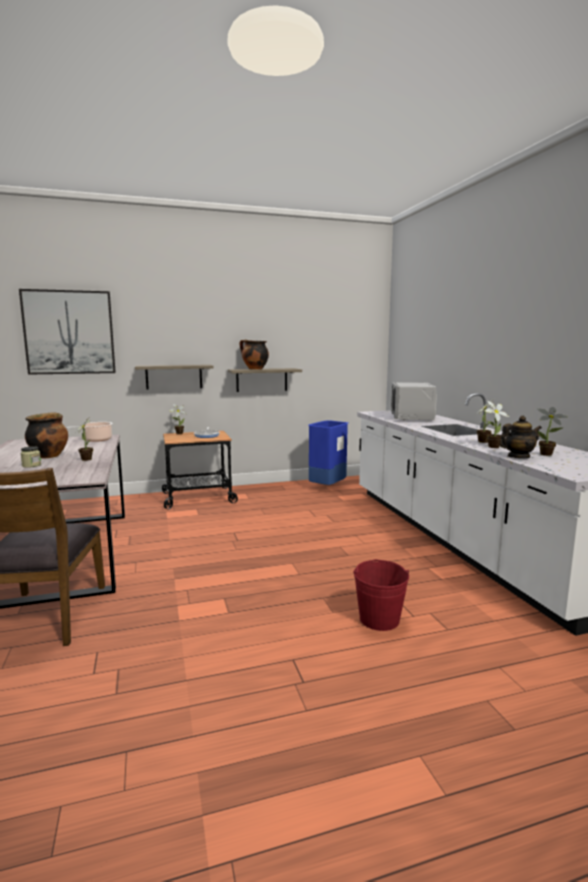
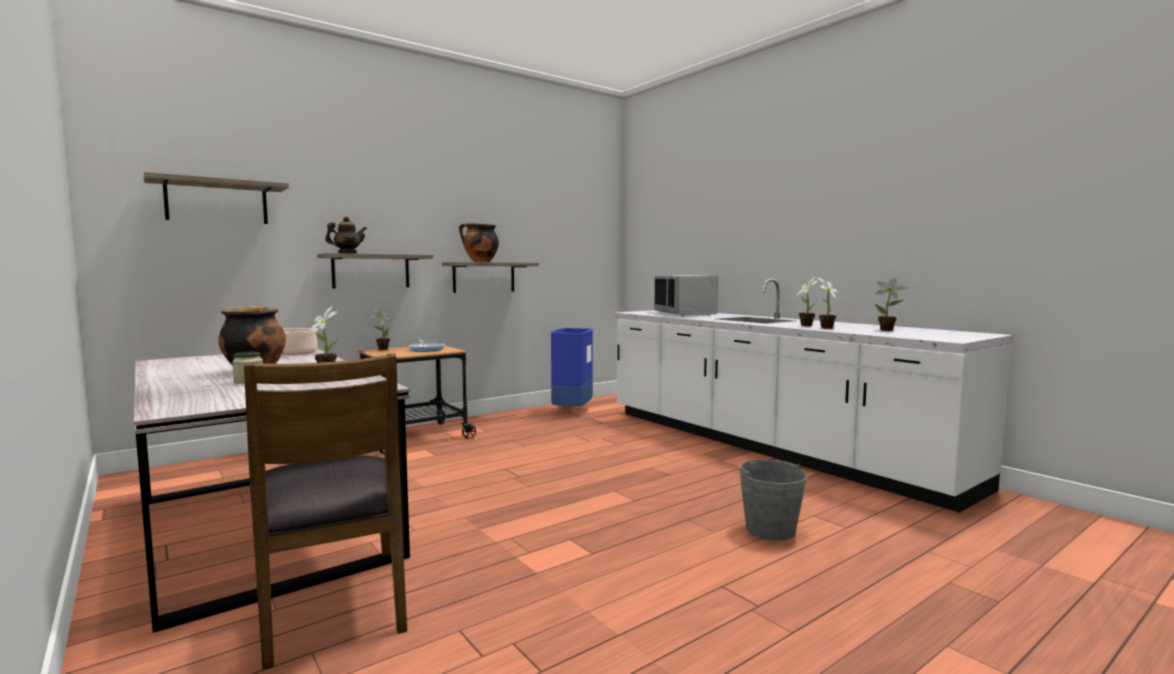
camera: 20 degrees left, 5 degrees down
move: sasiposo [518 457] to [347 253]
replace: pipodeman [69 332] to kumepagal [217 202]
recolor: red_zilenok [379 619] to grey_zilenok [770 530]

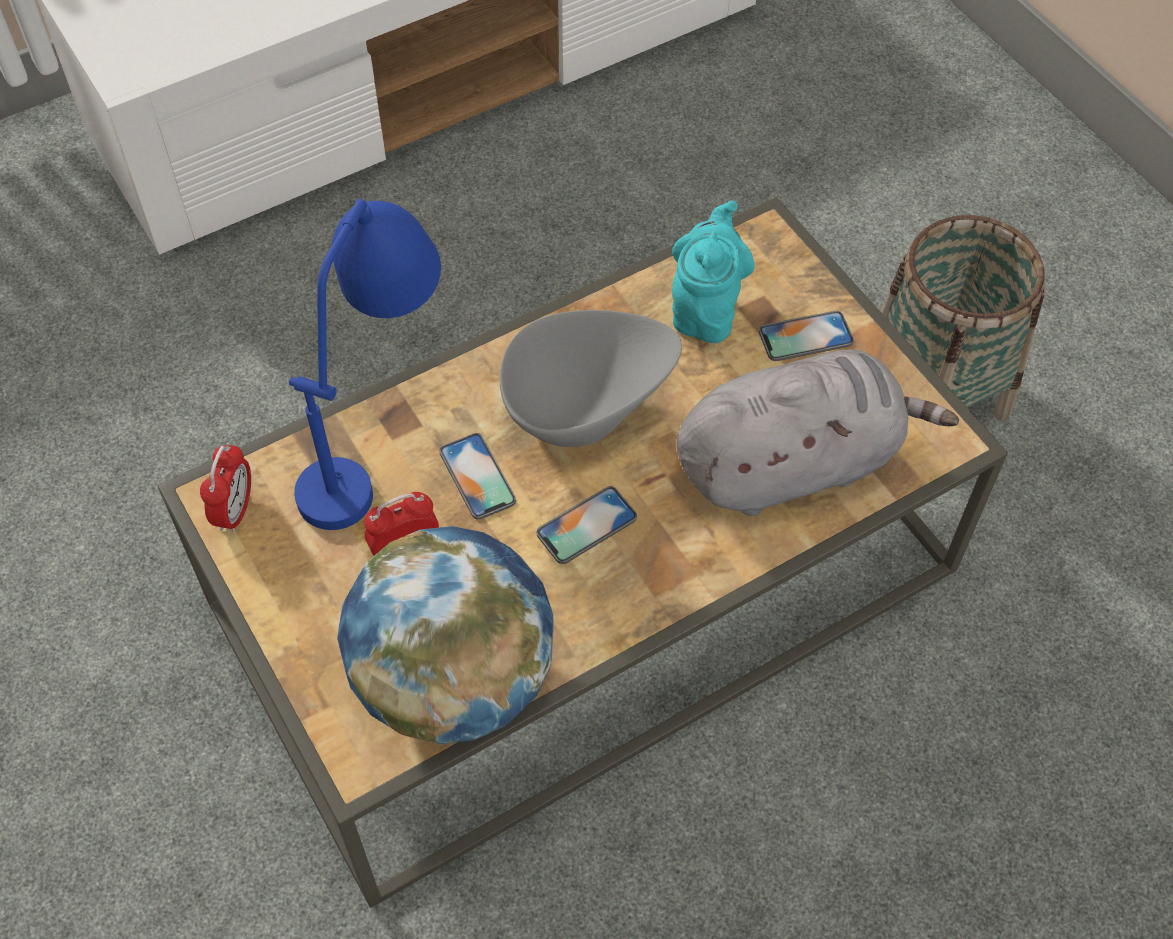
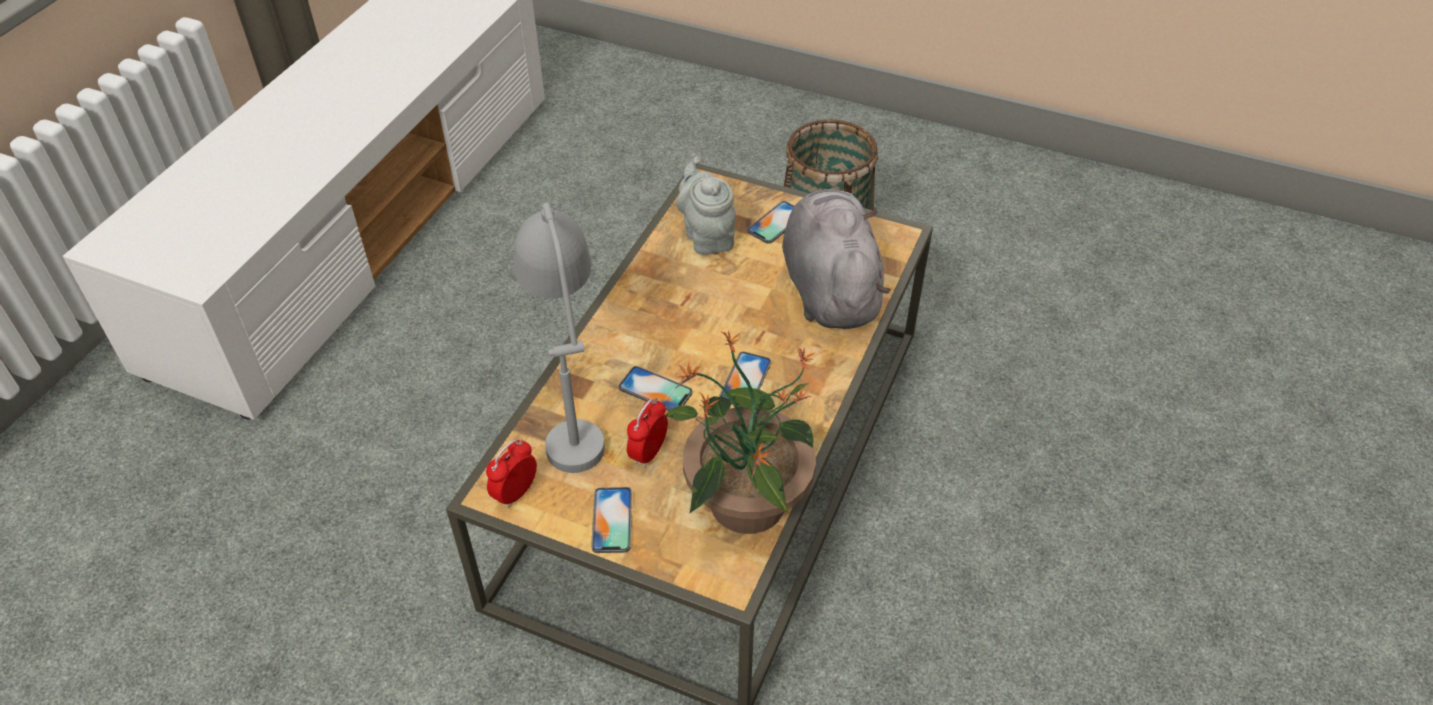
camera: 35 degrees left, 10 degrees down
delete: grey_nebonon [585 410]
insert: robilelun [612 520]
replace: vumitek [454 679] to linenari [745 504]
recolor: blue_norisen [378 434] to grey_norisen [570 400]; turquoise_sasiposo [706 309] to grey_sasiposo [707 236]
rotate: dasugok [235 511] = [516 493] 120 degrees counterclockwise; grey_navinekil [793 463] = [829 287] 45 degrees counterclockwise

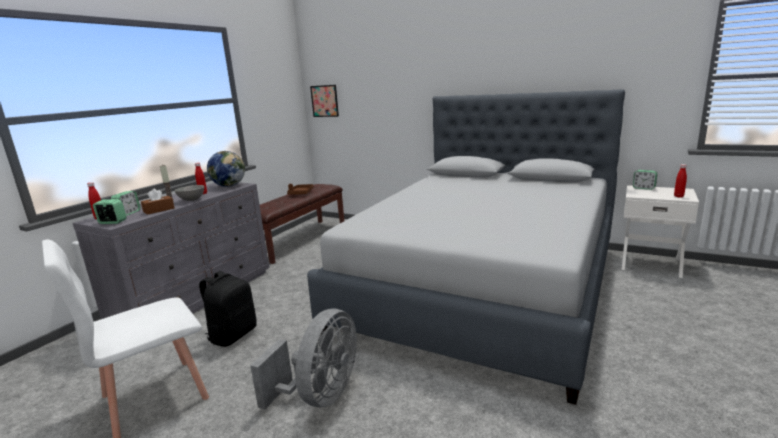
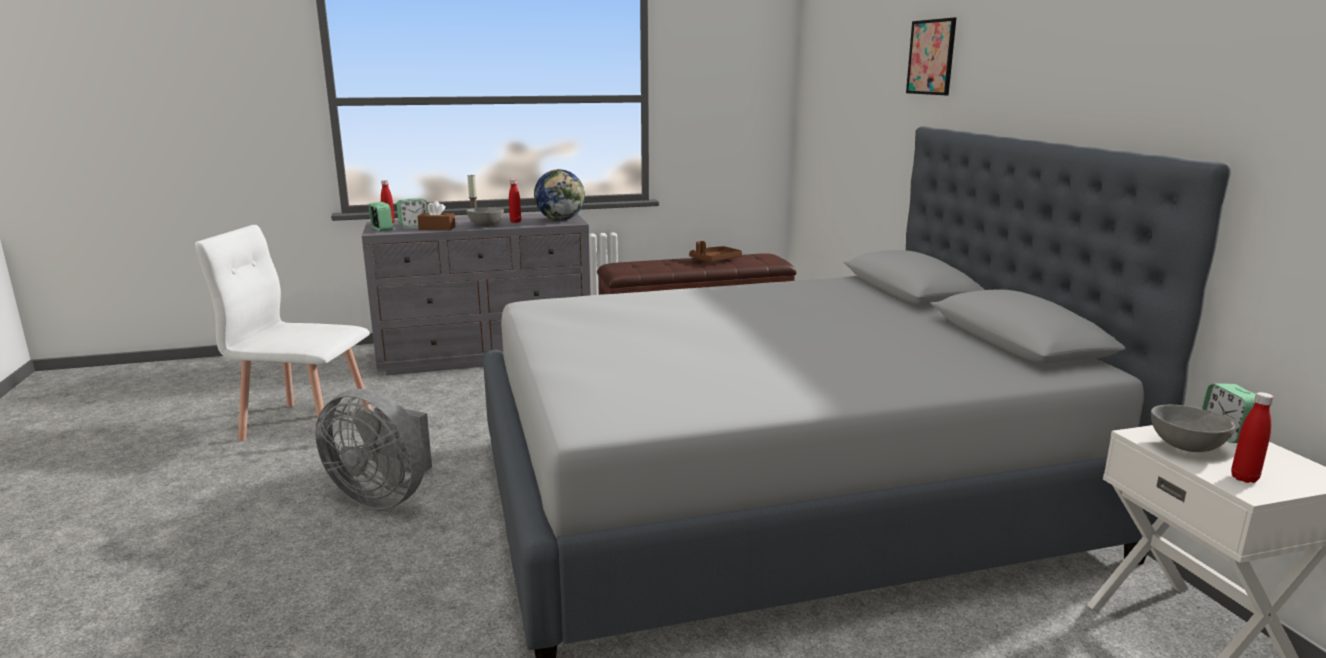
camera: 45 degrees right, 0 degrees up
delete: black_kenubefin [233 335]
insert: grey_nebonon [1185 447]
move: pipodeman [324 101] to [931 57]
rotate: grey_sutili [320 395] = [384 496] 45 degrees clockwise

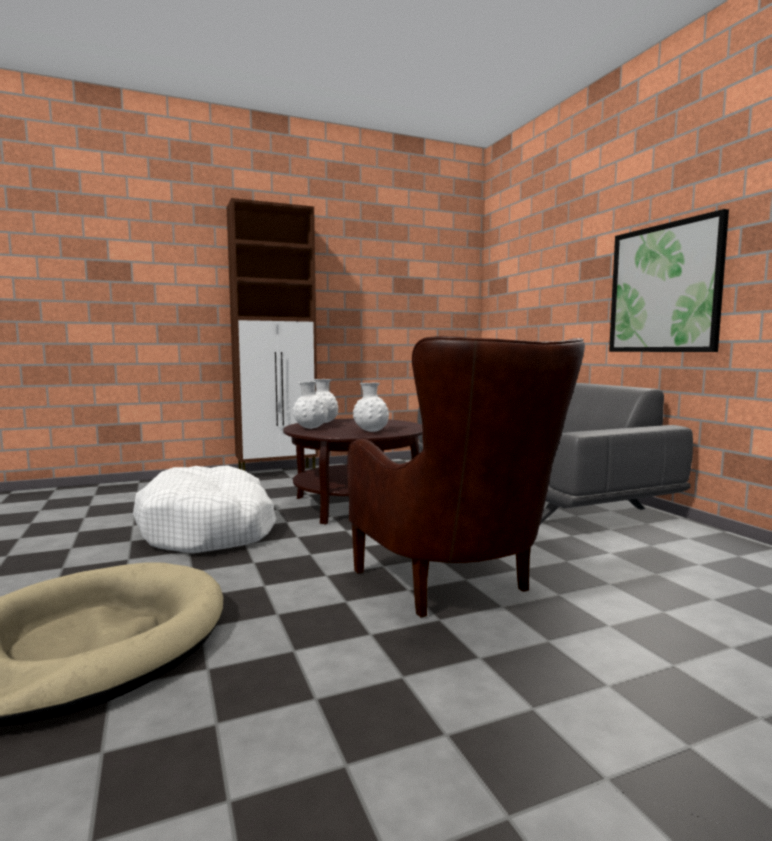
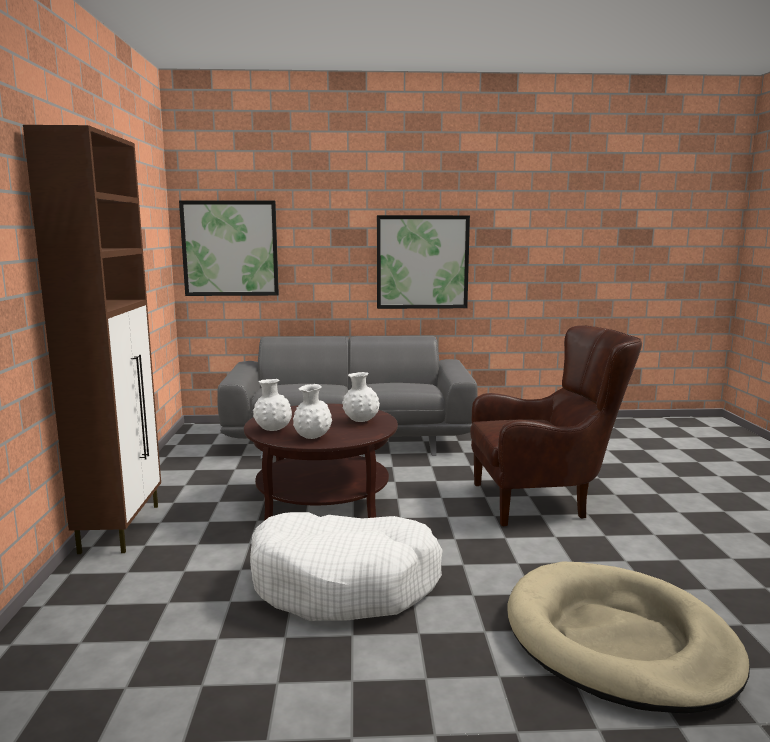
camera: 70 degrees left, 5 degrees up
insert: pipodeman [230 248]

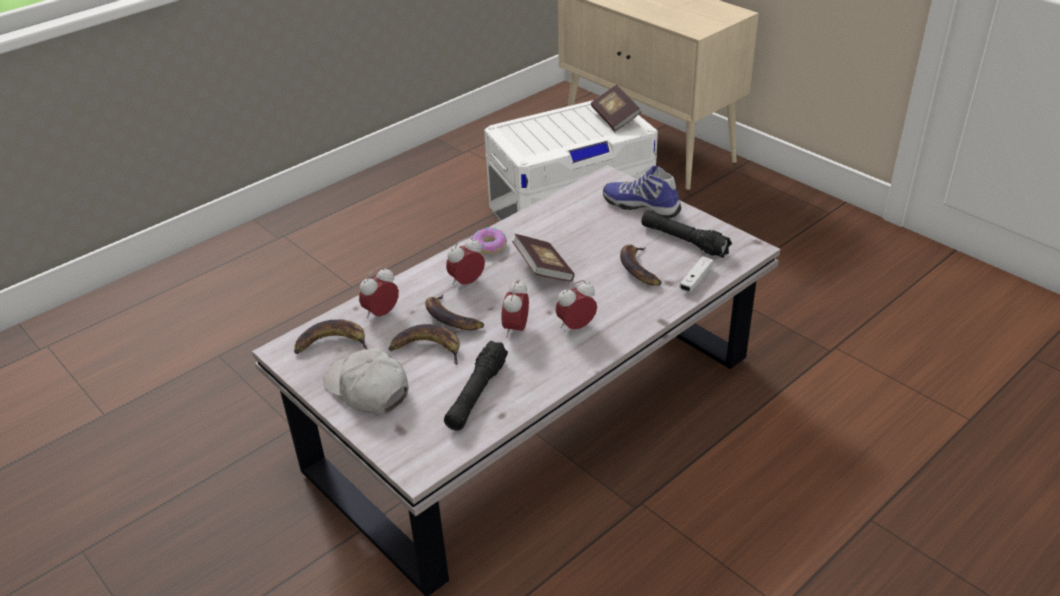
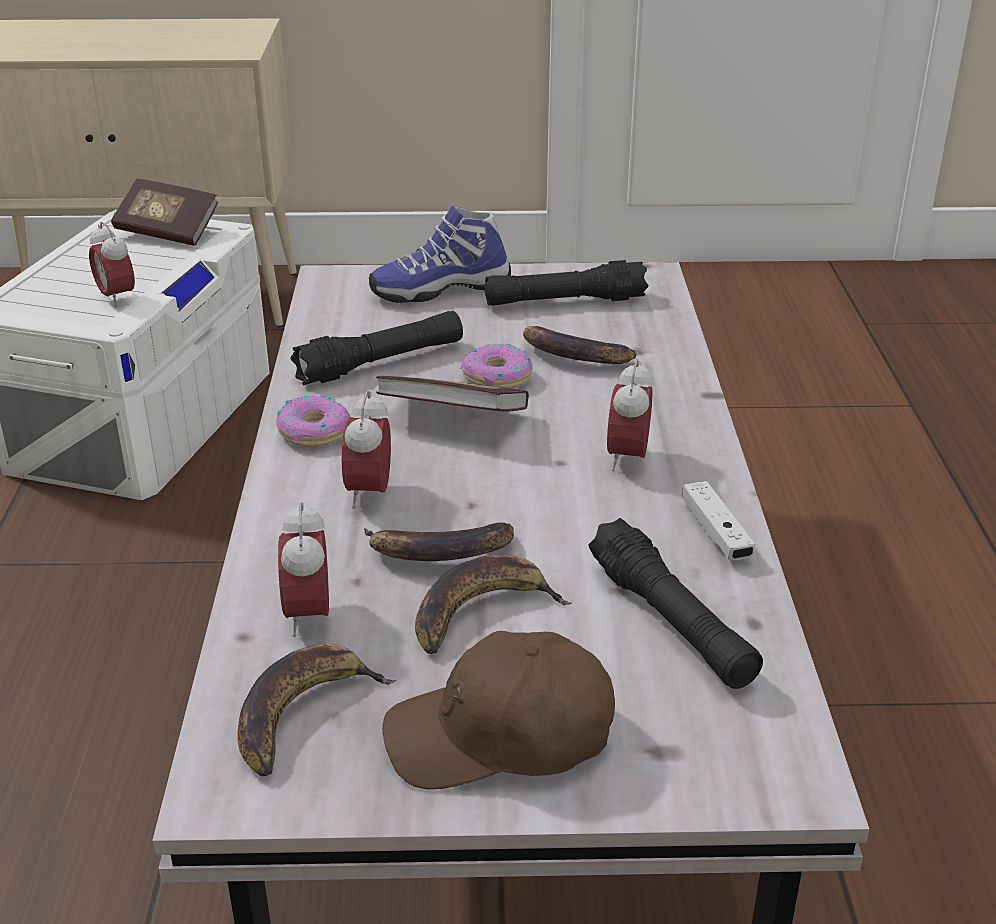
camera: 50 degrees left, 5 degrees down
insert: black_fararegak [381 363]; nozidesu [497 377]
move: dasugok [516 329] to [116 297]; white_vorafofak [696 280] to [716 533]
recolor: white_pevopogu [367 390] to brown_pevopogu [501 736]

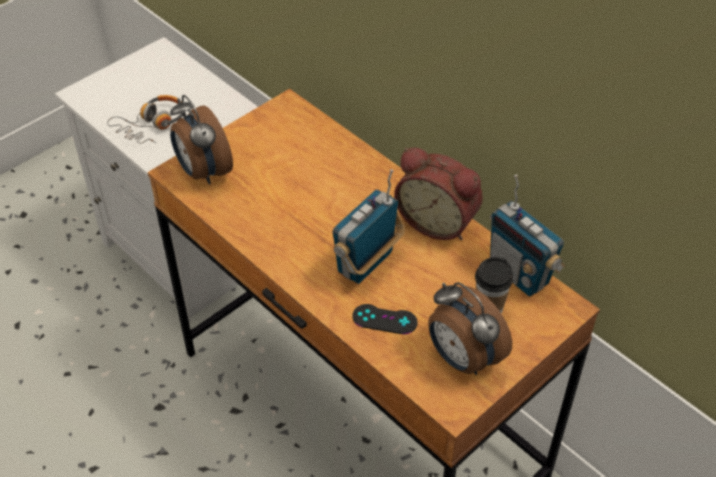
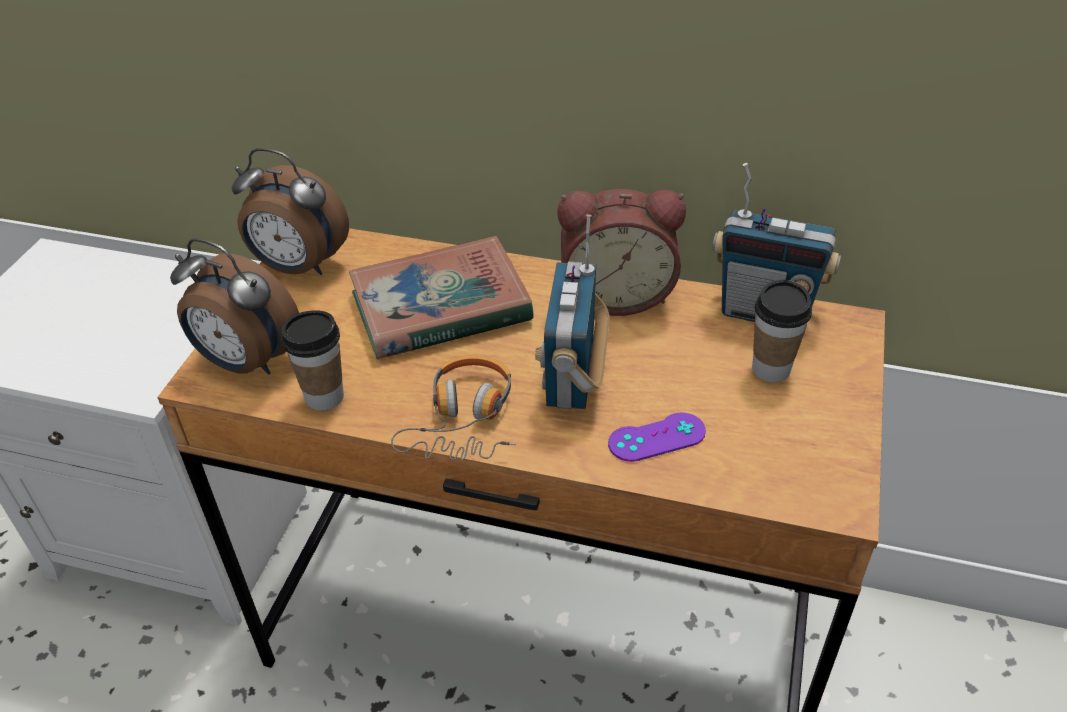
camera: 30 degrees left, 5 degrees down
insert: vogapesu [324 397]; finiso [441 307]
move: dasugok [462 358] to [298 267]; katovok [152 125] to [464 419]
recolor: black_vorafofak [384 319] to purple_vorafofak [656 437]

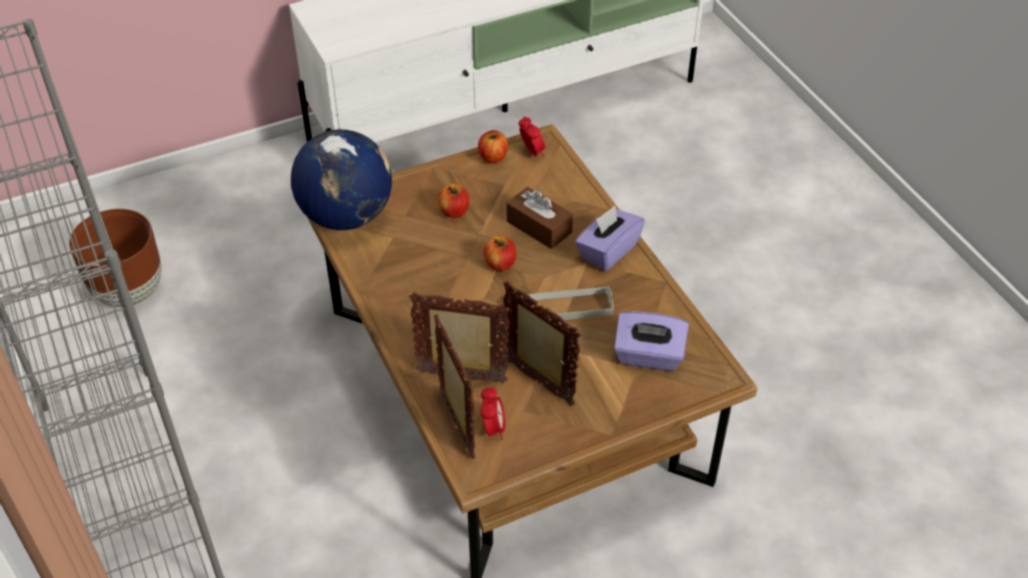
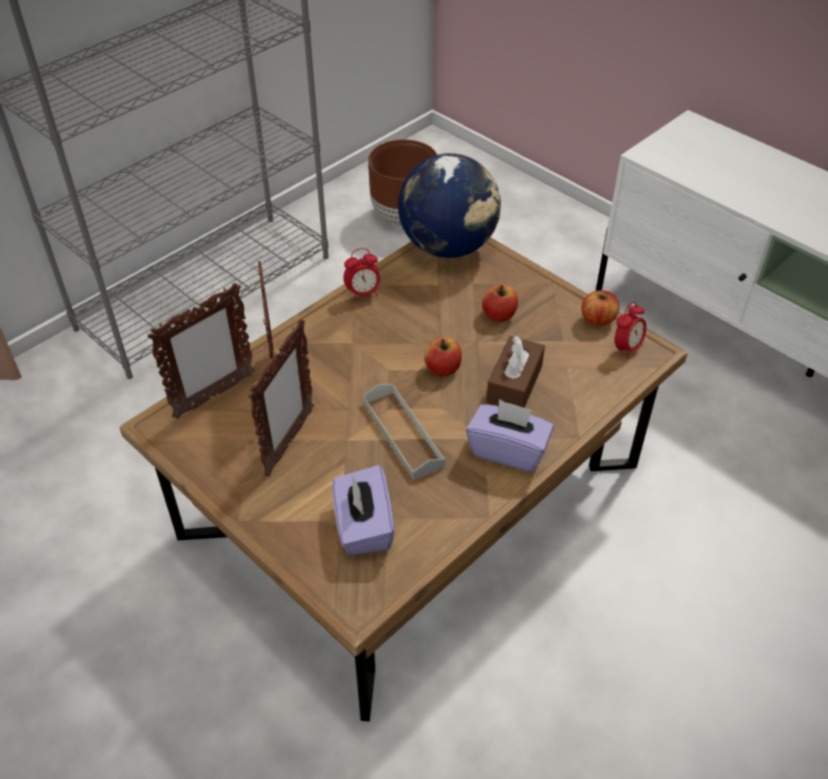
camera: 70 degrees right, 0 degrees up
move: dasugok [493 428] to [363 293]

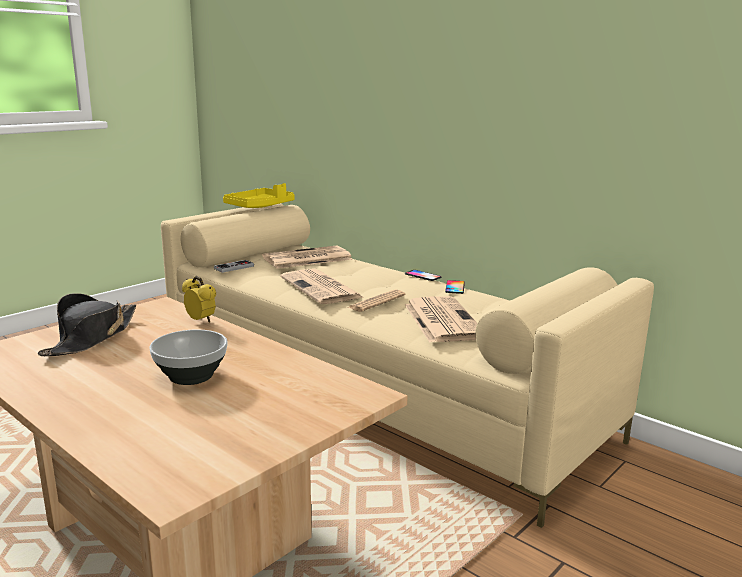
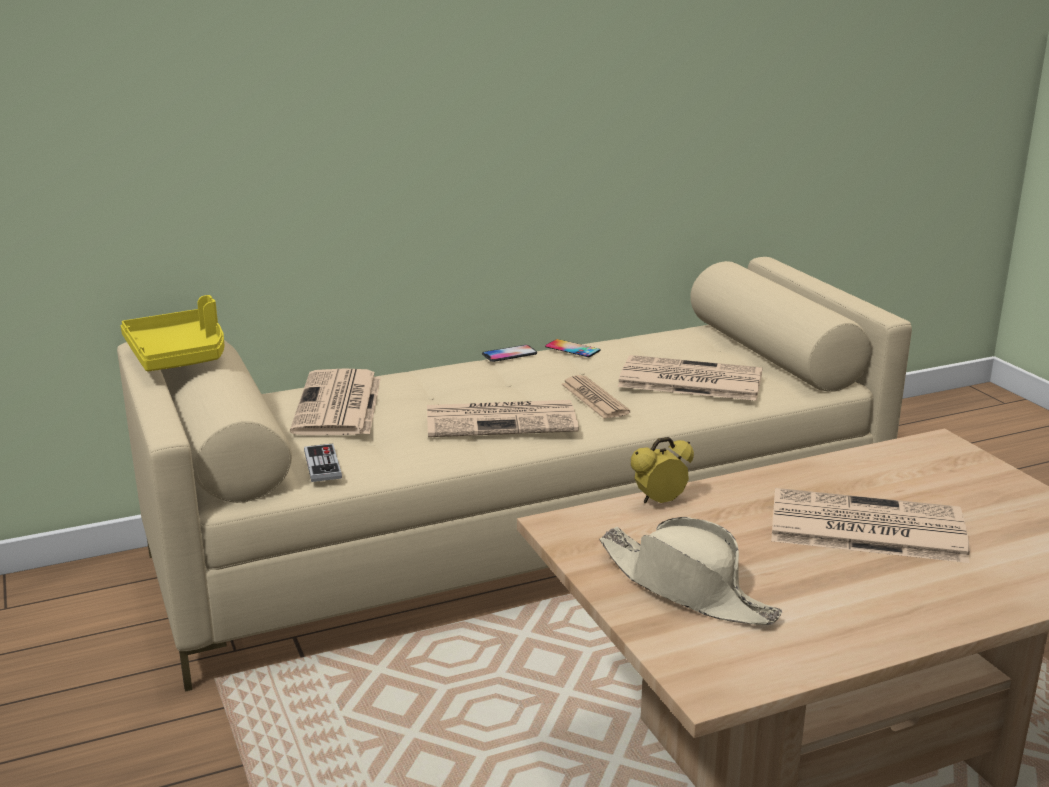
camera: 65 degrees left, 5 degrees up
replace: nebonon [190 376] to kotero [863 528]
recolor: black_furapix [92 337] to beige_furapix [686 588]

